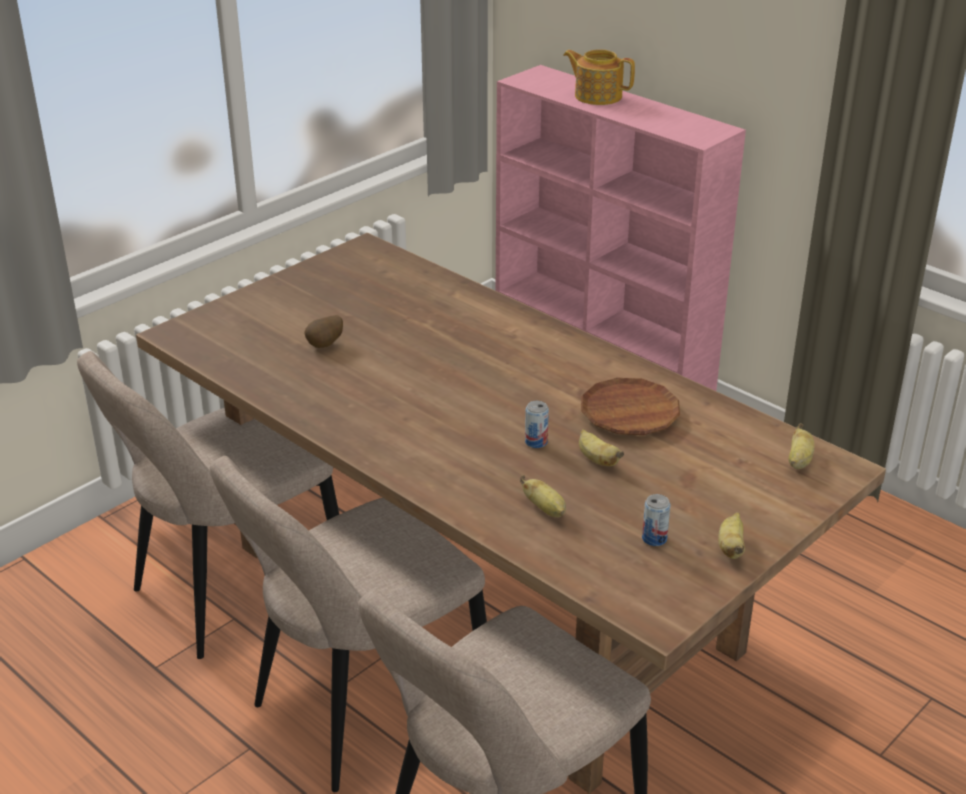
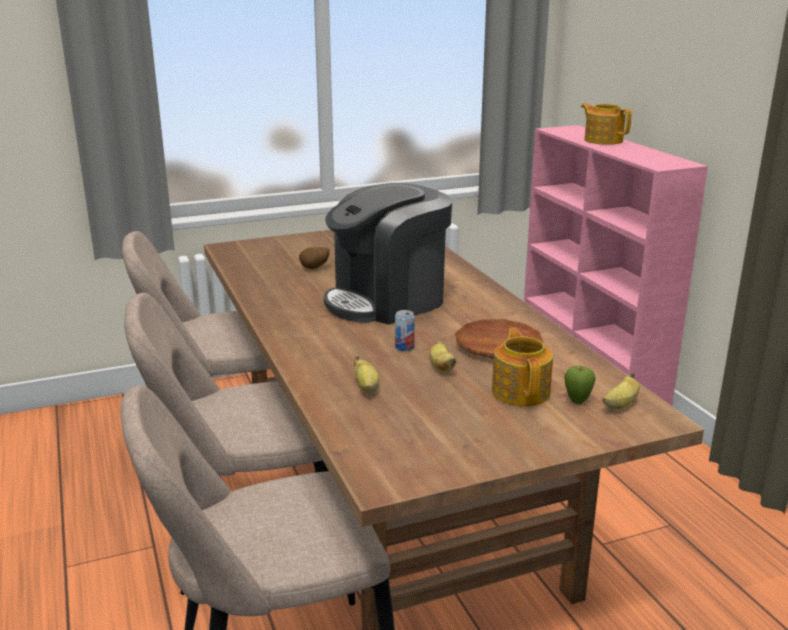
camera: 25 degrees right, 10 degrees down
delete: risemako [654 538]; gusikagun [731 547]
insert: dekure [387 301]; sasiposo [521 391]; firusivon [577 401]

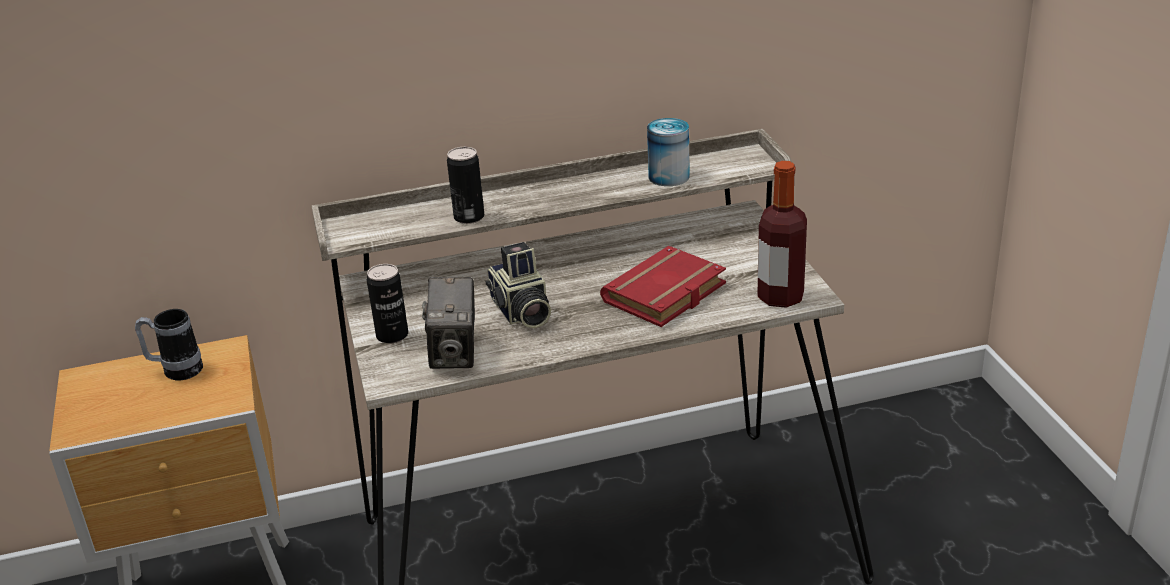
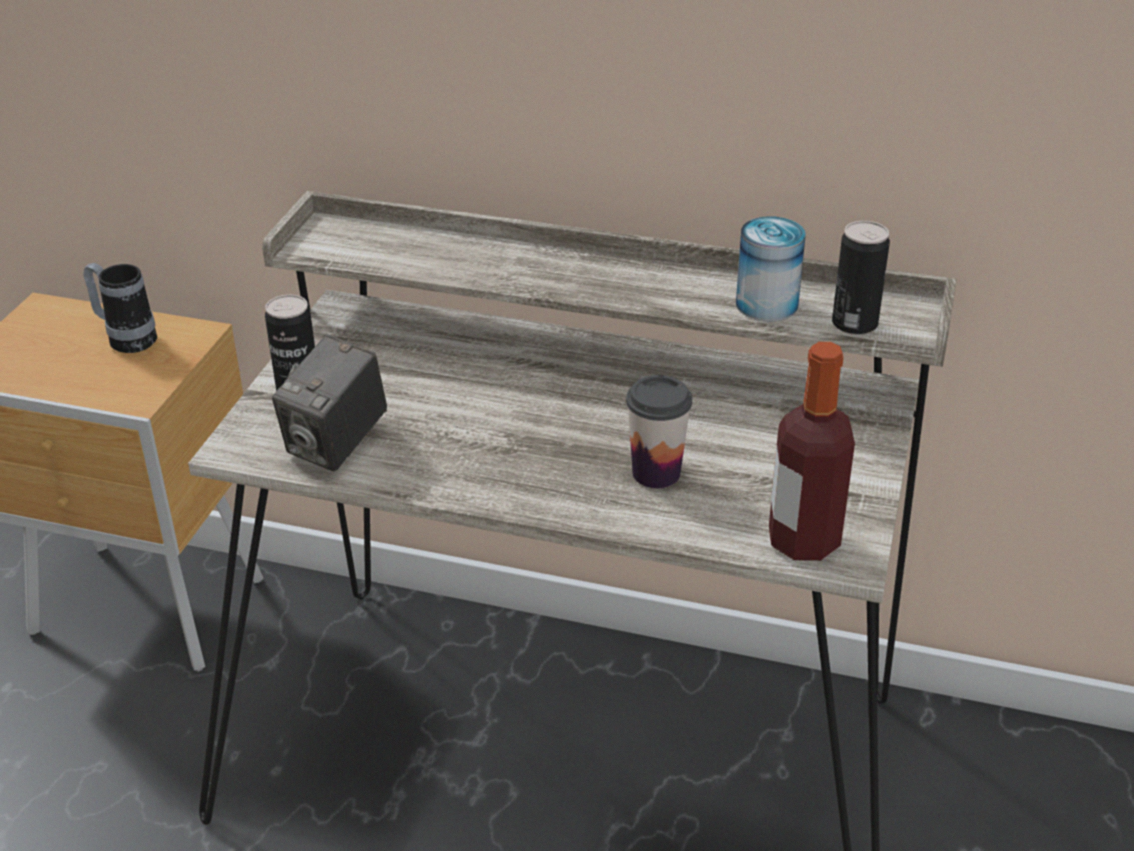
camera: 30 degrees right, 5 degrees up
delete: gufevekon [520 312]
move: risemako [469 217] to [854 324]
replace: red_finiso [665 296] to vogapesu [656 473]

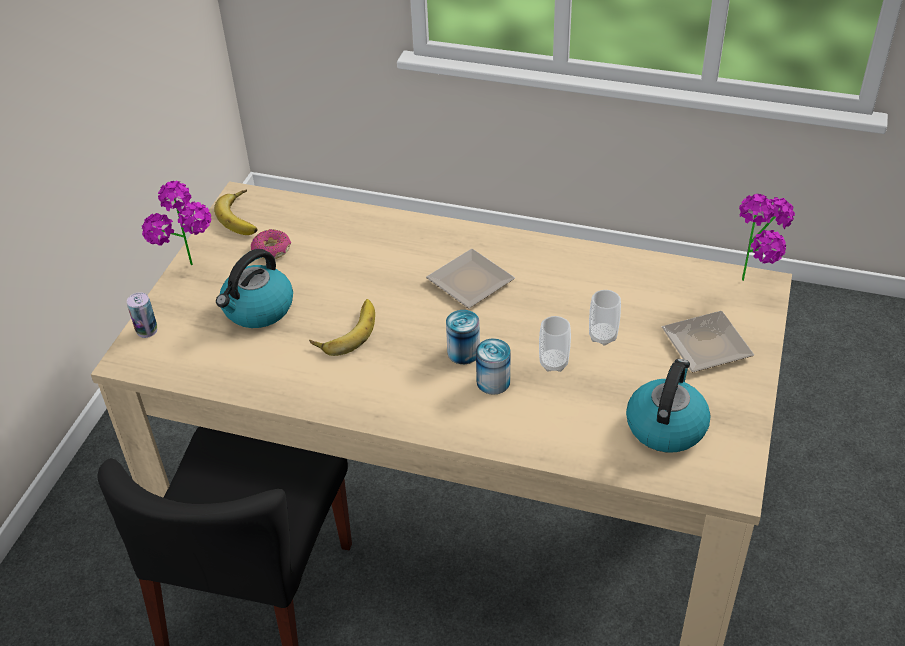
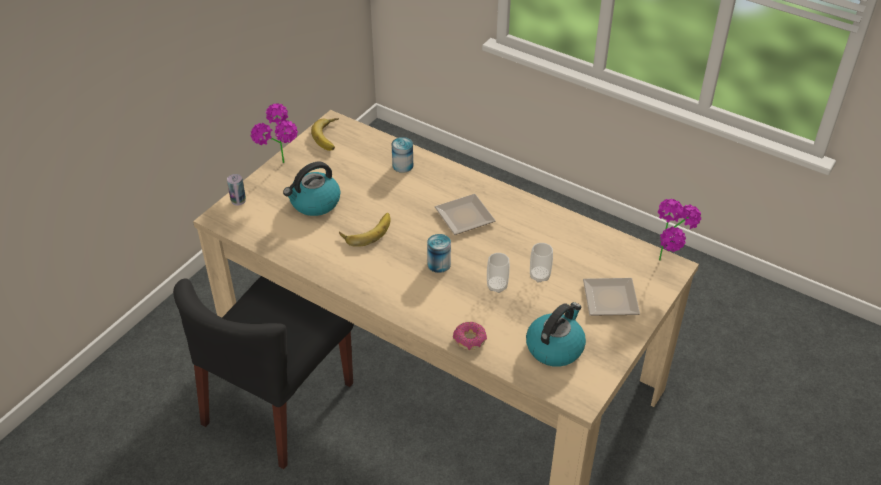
camera: 15 degrees right, 0 degrees up
move: risemako [493 382] to [402 165]; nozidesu [272 250] to [469 340]

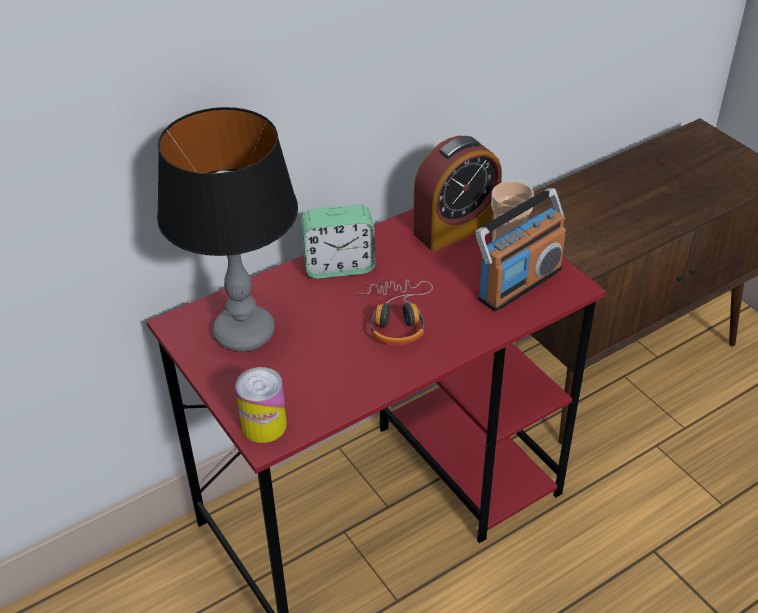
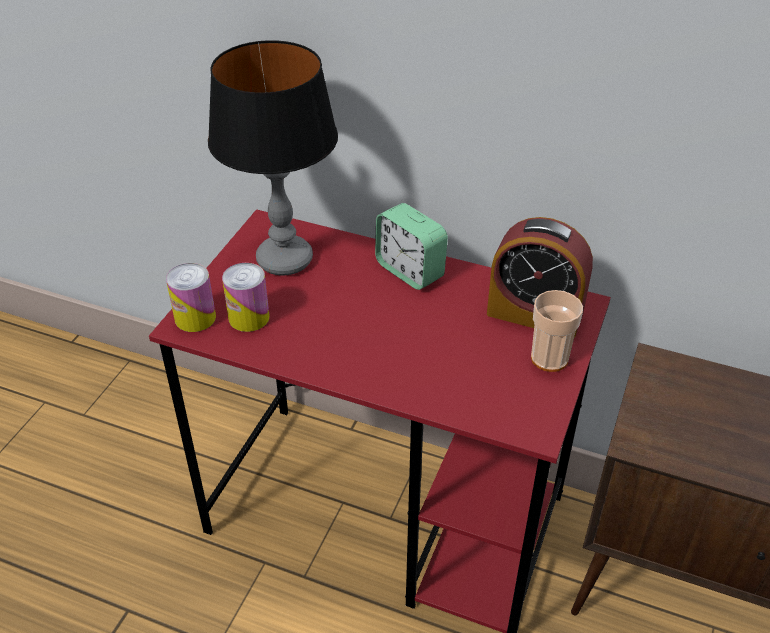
camera: 55 degrees right, 0 degrees up
delete: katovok [397 319]; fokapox [519 283]
insert: risemako [249 317]

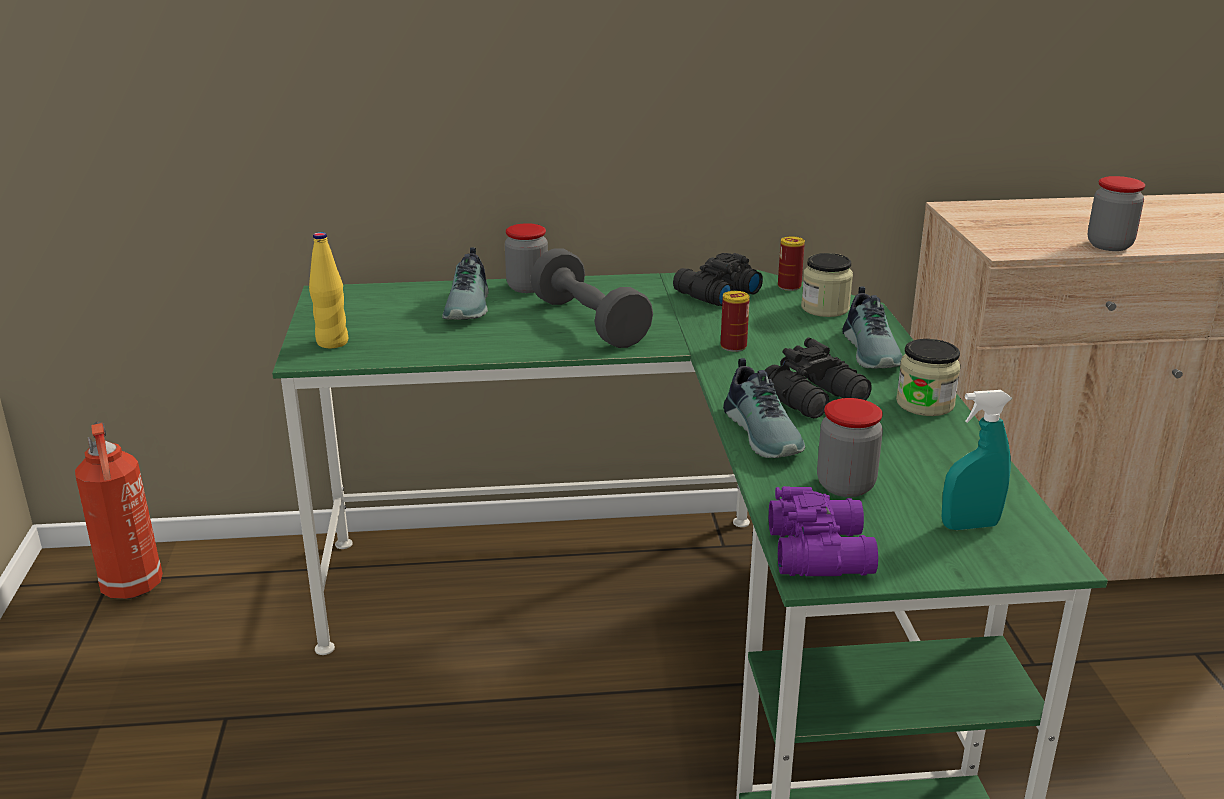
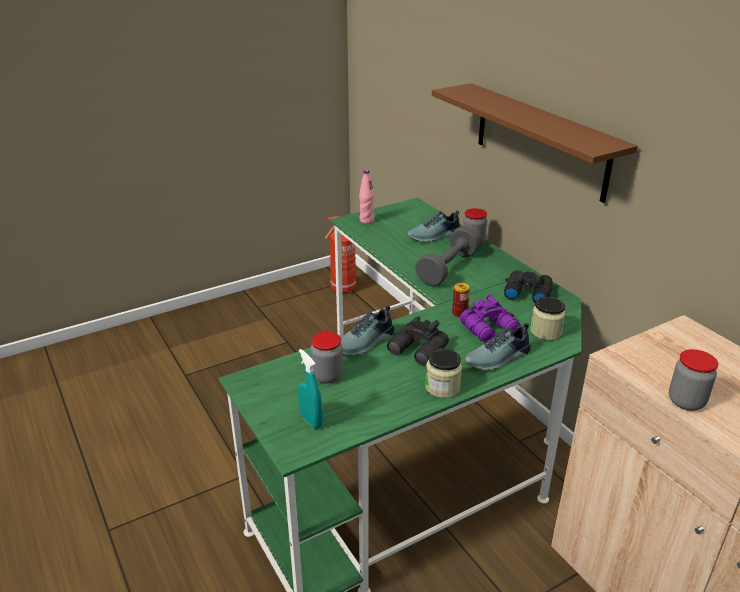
camera: 65 degrees right, 5 degrees up
delete: risemako [789 286]
insert: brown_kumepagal [540 141]
move: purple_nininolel [822 551] to [490 329]
recolor: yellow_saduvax [332 342] to pink_saduvax [366 220]

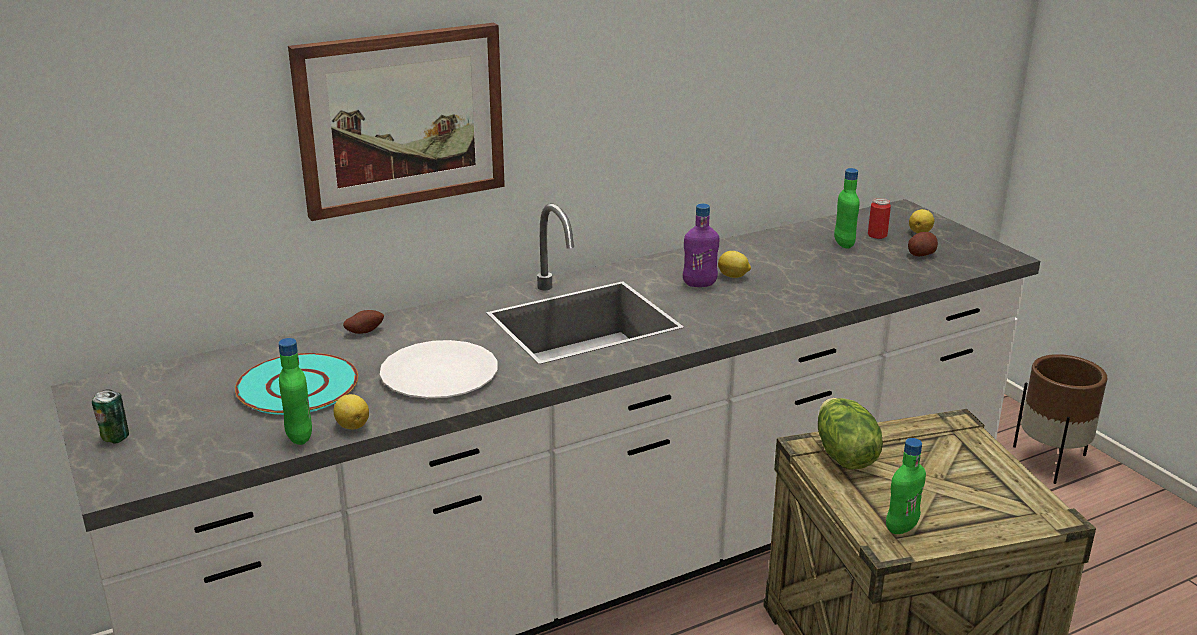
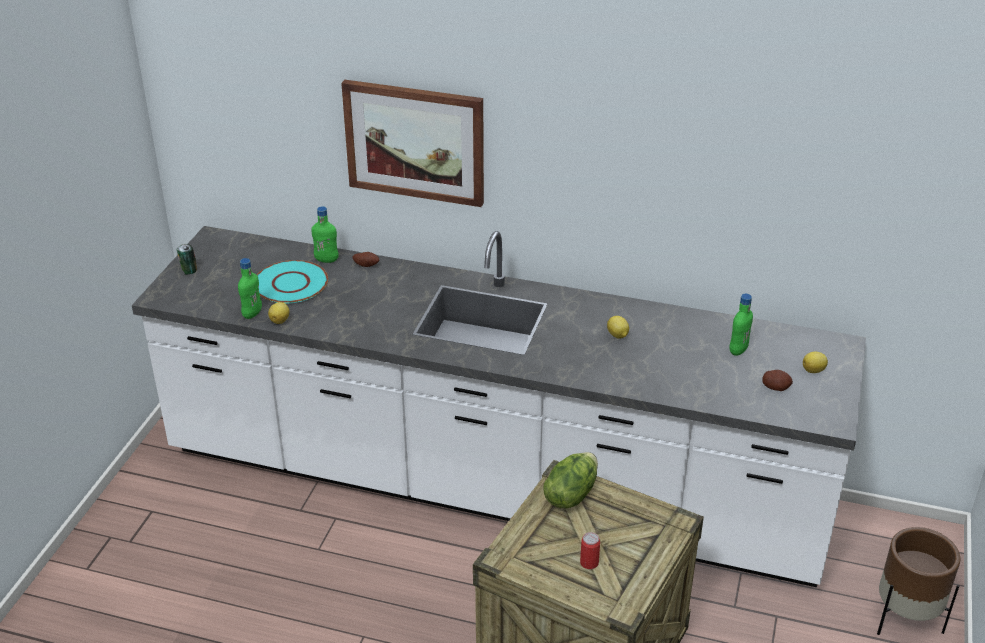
camera: 45 degrees right, 10 degrees up
delete: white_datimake [440 373]; purple_saduvax [699 284]
move: green_saduvax [901 527] to [326 260]; risemako [877 235] to [589 563]

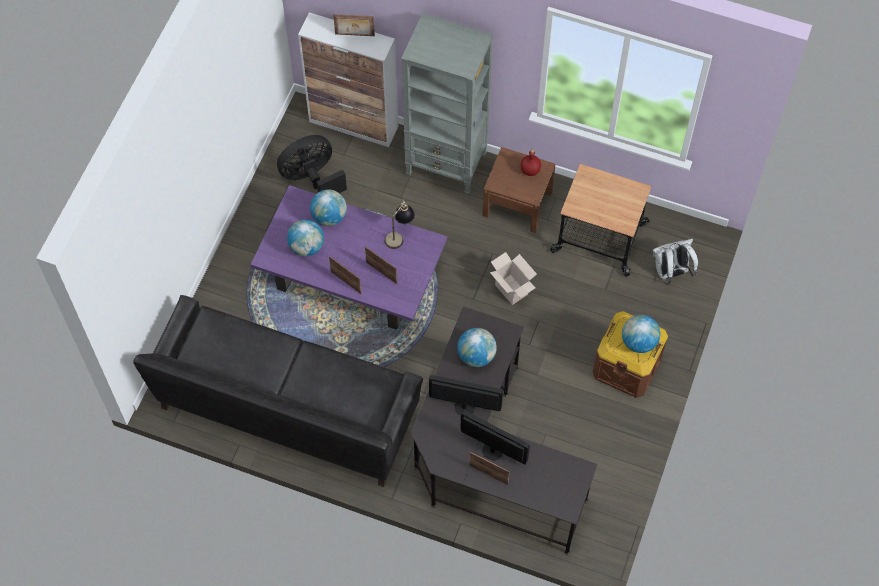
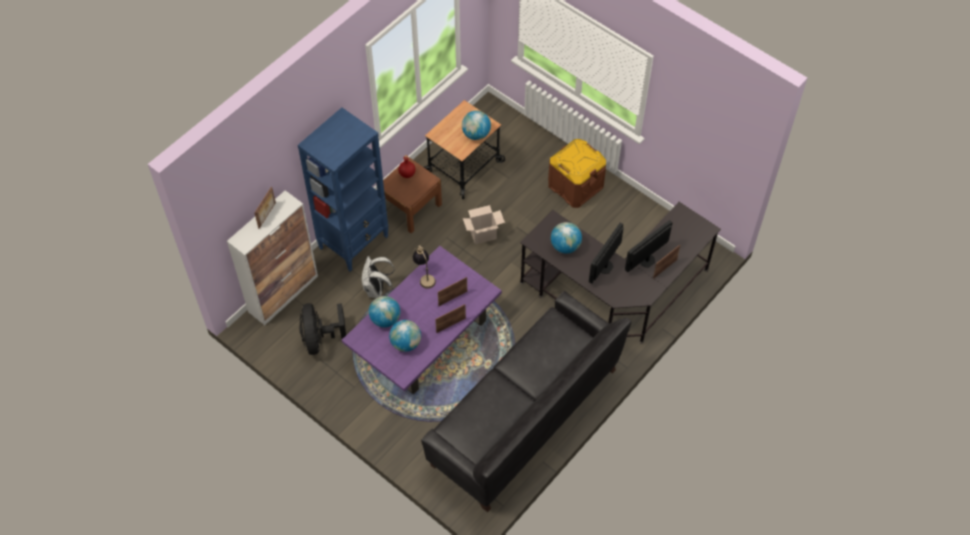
camera: 70 degrees left, 5 degrees down
move: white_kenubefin [671 273] to [376 290]; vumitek [638 342] to [476 134]
recolor: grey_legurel [447 165] to blue_legurel [354 242]

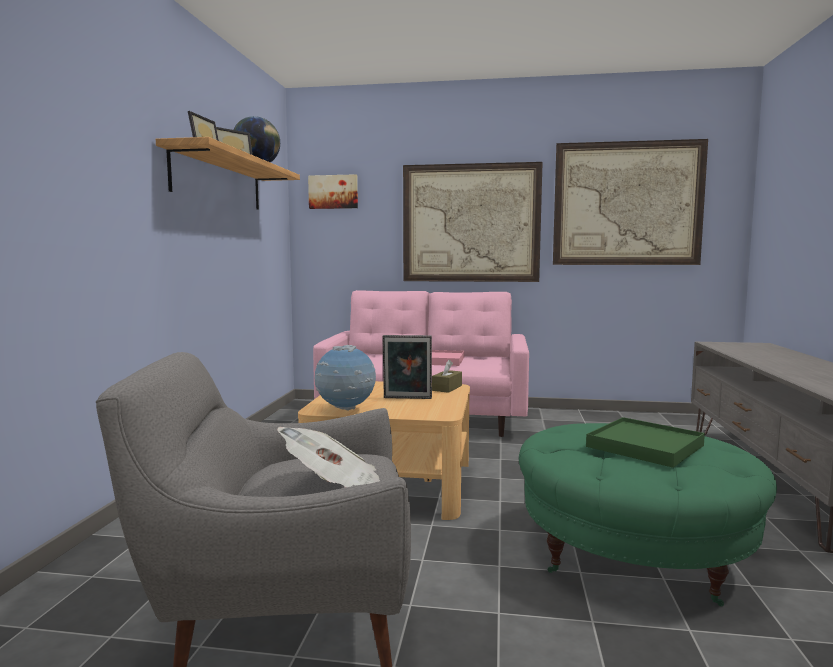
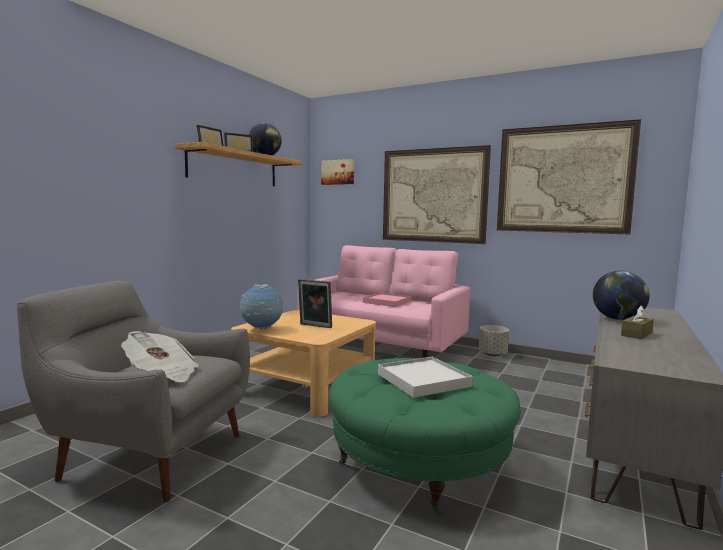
camera: 20 degrees right, 0 degrees up
insert: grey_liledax [493 354]; vumitek [618 319]
move: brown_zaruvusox [447 388] to [636 334]
recolor: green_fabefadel [644 446] to white_fabefadel [423 380]

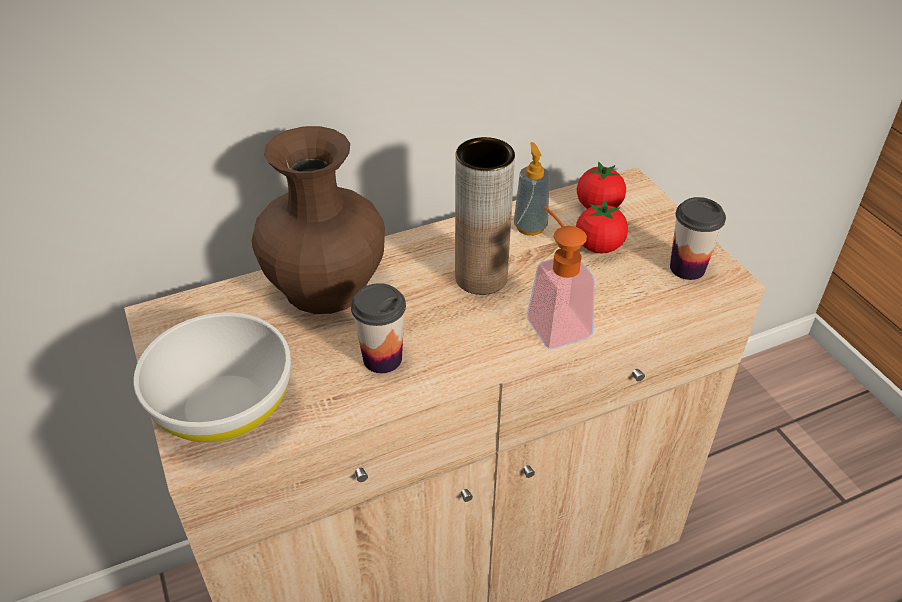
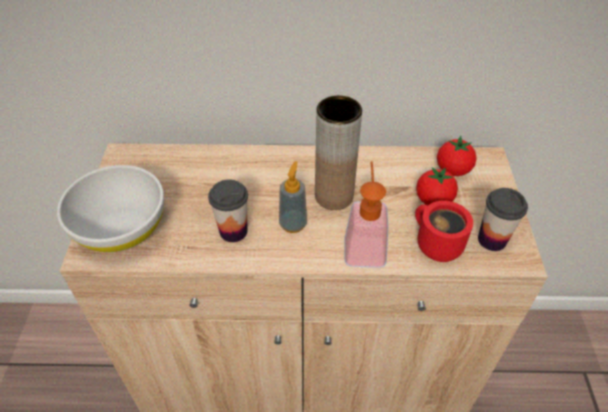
camera: 25 degrees right, 5 degrees up
delete: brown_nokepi [326 287]
insert: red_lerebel [434 244]
move: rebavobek [530 227] to [293 224]

